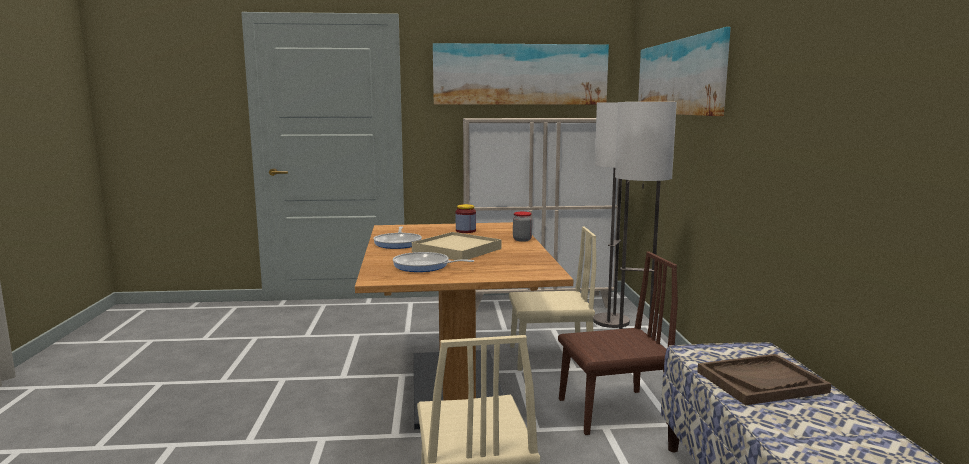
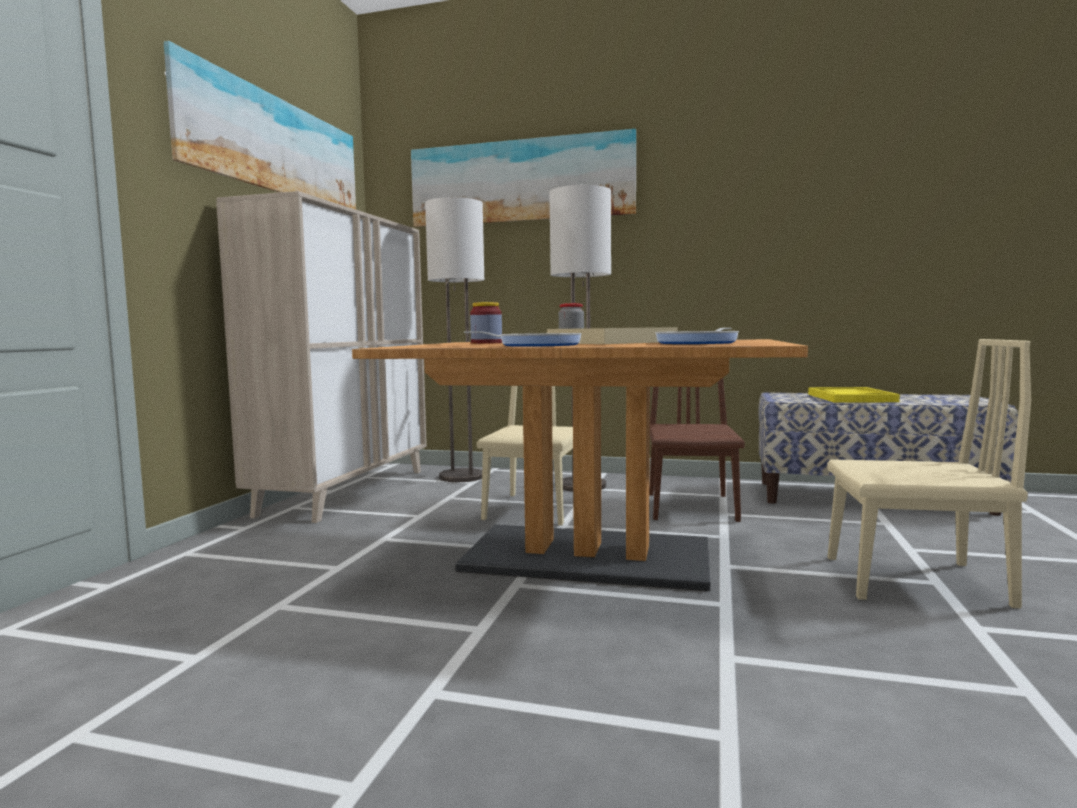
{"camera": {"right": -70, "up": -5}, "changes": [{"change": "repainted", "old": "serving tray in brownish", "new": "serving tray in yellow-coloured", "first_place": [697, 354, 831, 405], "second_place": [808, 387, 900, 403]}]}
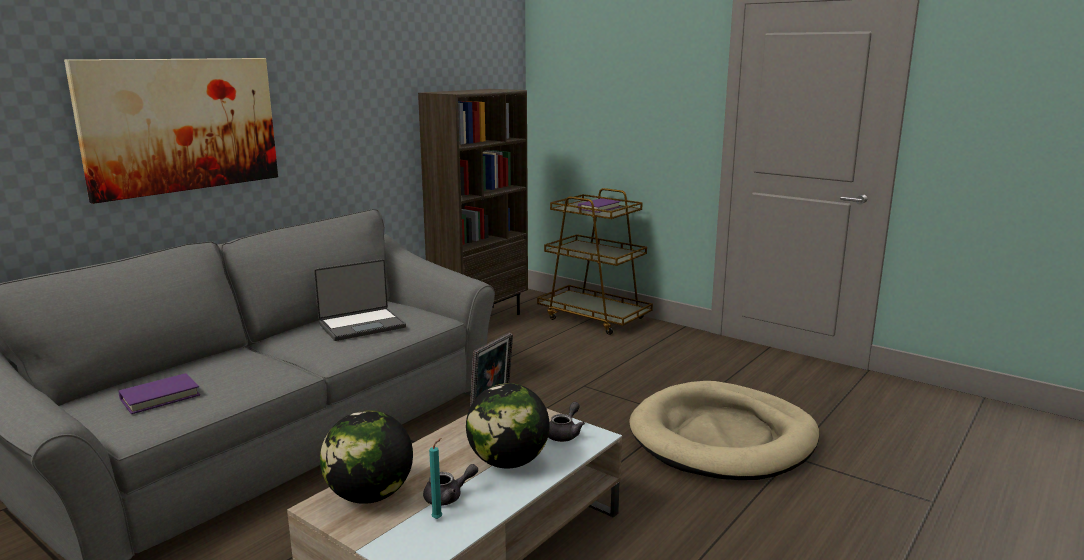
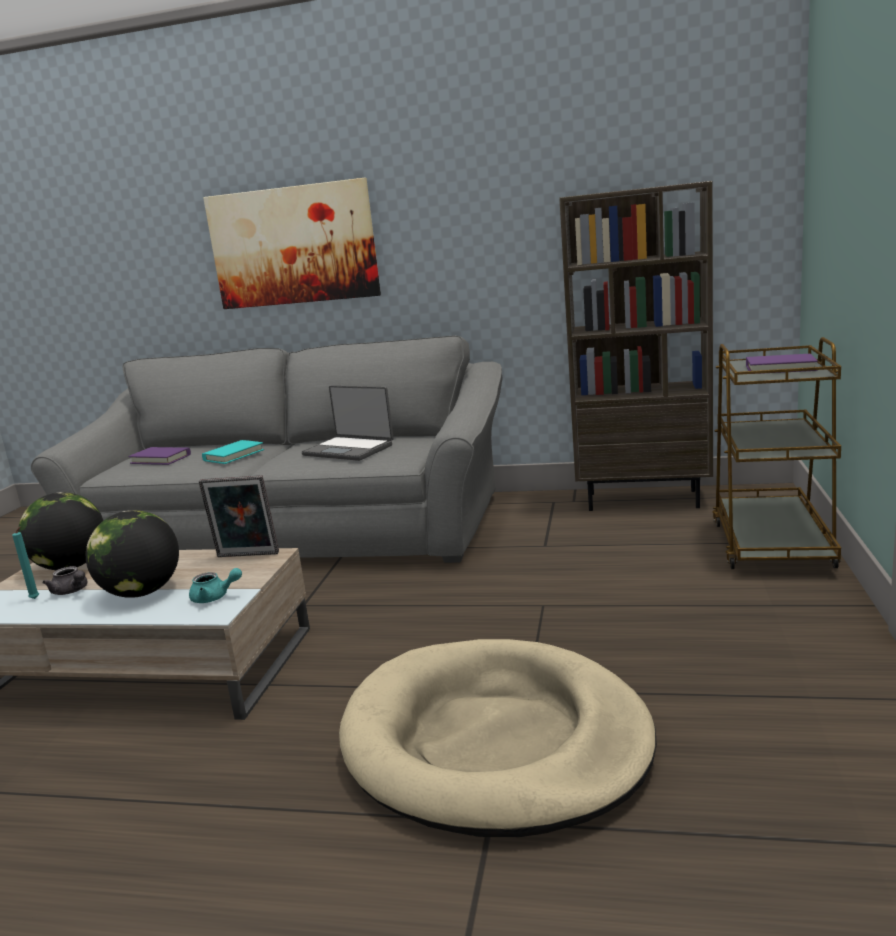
{"camera": {"right": 65, "up": 0}, "changes": [{"change": "repainted", "old": "pot for tea in gray", "new": "pot for tea in blue-green", "first_place": [548, 402, 585, 442], "second_place": [189, 568, 242, 603]}, {"change": "new", "new": "bound book in blue-green", "second_place": [202, 440, 264, 464]}]}
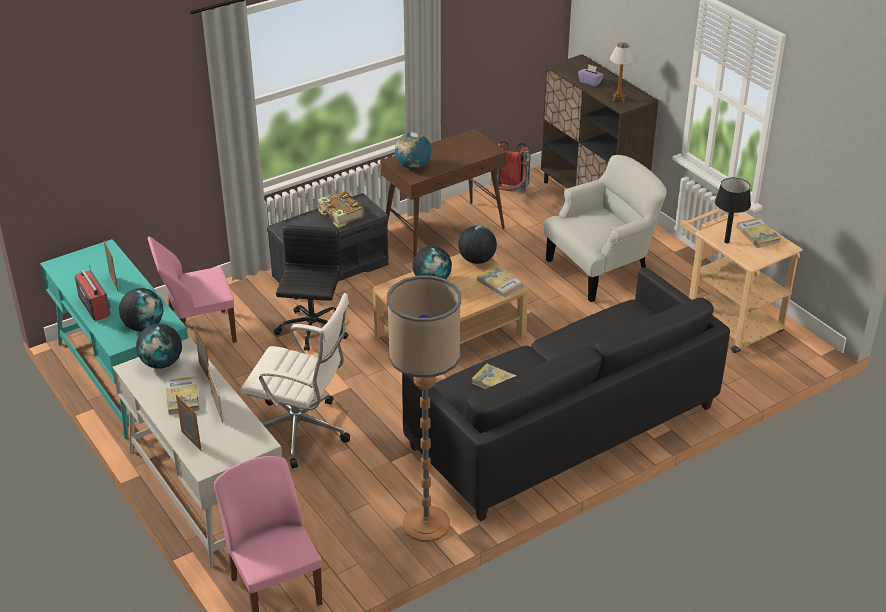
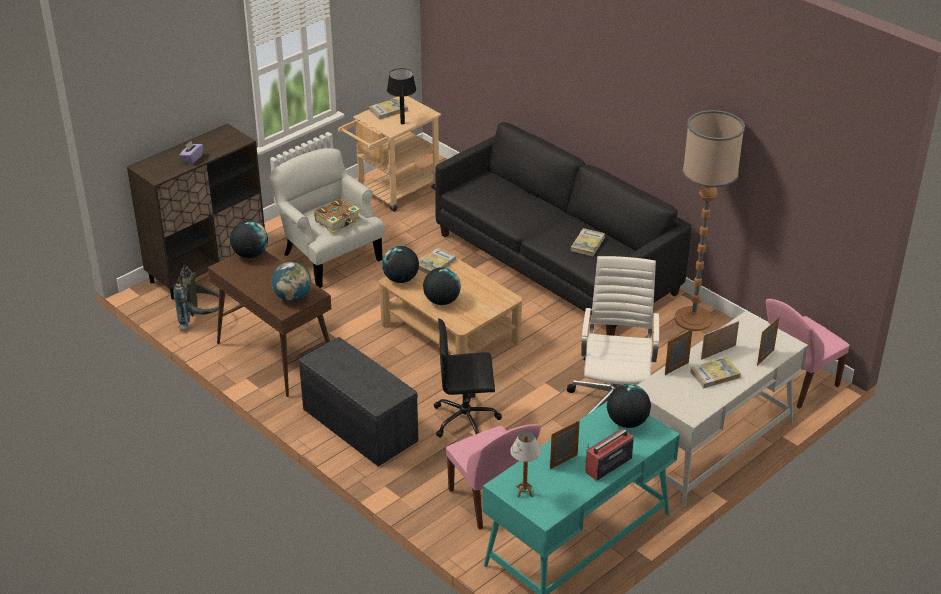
{"camera": {"right": -100, "up": 0}, "changes": [{"change": "shifted", "old": "world globe", "first_place": [136, 324, 182, 369], "second_place": [230, 220, 268, 258]}, {"change": "shifted", "old": "bound book", "first_place": [318, 191, 364, 228], "second_place": [314, 199, 361, 234]}, {"change": "repainted", "old": "knapsack in red", "new": "knapsack in gray", "first_place": [491, 140, 531, 192], "second_place": [173, 265, 219, 329]}, {"change": "shifted", "old": "tabletop lamp", "first_place": [610, 42, 634, 102], "second_place": [510, 431, 542, 497]}]}
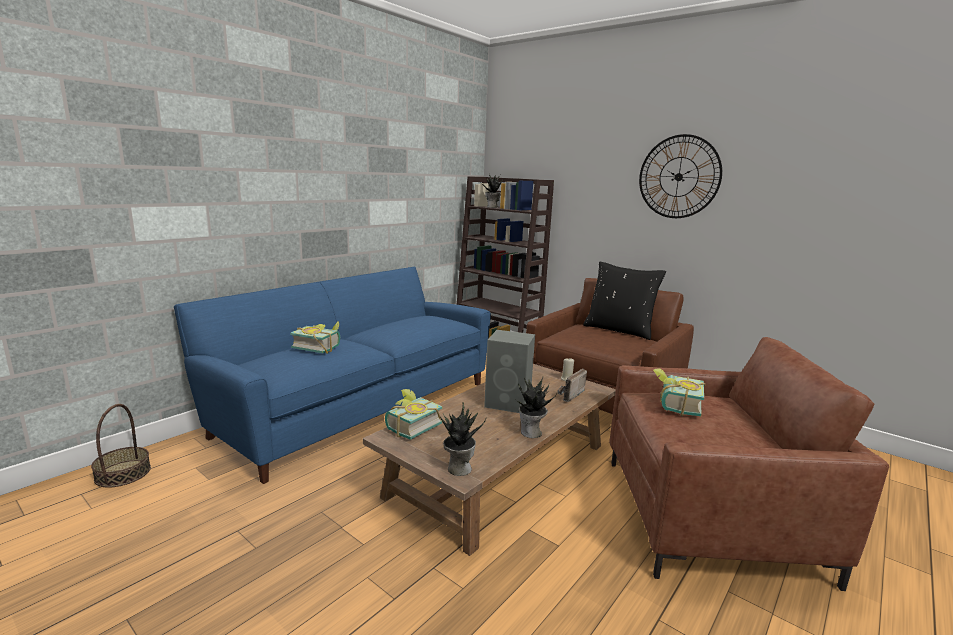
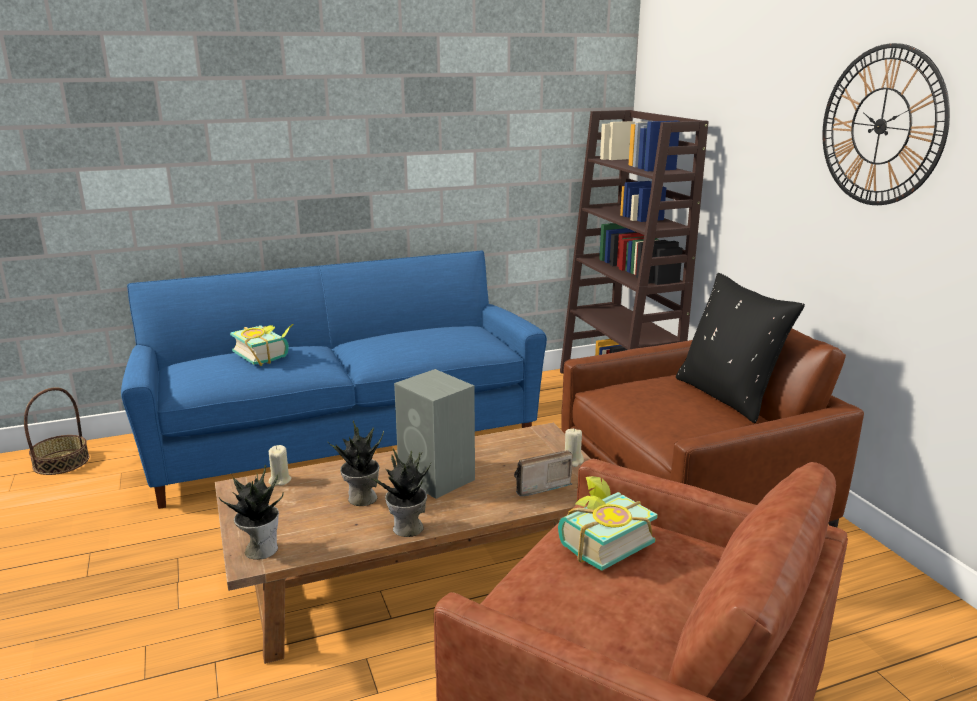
{"camera": {"right": 30, "up": 5}, "changes": [{"change": "swapped", "old": "bound book", "new": "wax candle in beige-coloured", "first_place": [385, 389, 442, 440], "second_place": [269, 445, 292, 486]}, {"change": "shifted", "old": "houseplant", "first_place": [481, 174, 504, 208], "second_place": [327, 421, 384, 506]}]}
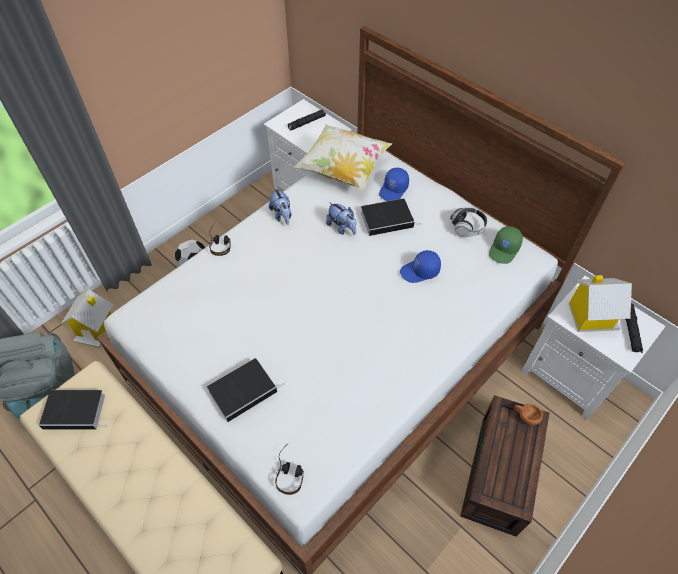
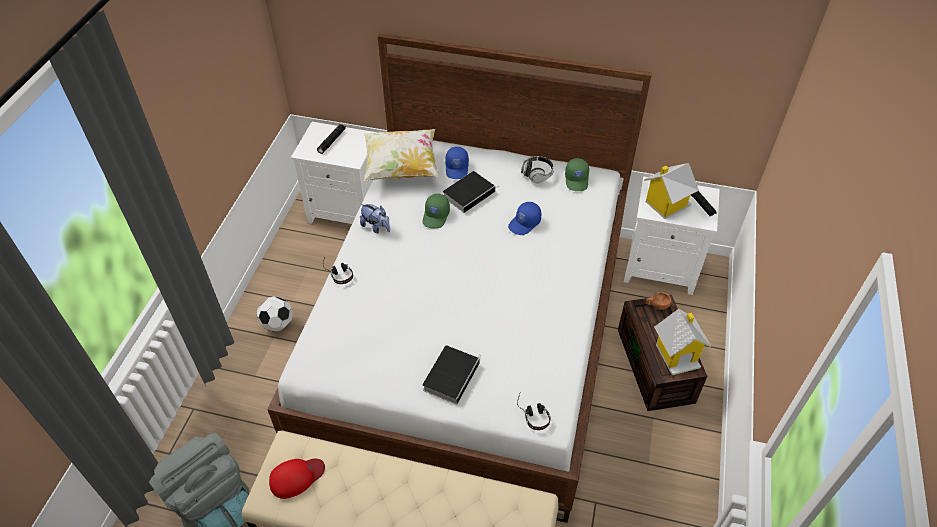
{"camera": {"right": -30, "up": -5}, "changes": [{"change": "swapped", "old": "bound book", "new": "baseball cap in red", "first_place": [39, 390, 108, 430], "second_place": [269, 459, 325, 499]}, {"change": "shifted", "old": "toy house", "first_place": [61, 289, 113, 348], "second_place": [654, 309, 711, 375]}, {"change": "swapped", "old": "plush toy", "new": "baseball cap in green-coloured", "first_place": [326, 202, 356, 235], "second_place": [423, 194, 450, 229]}]}
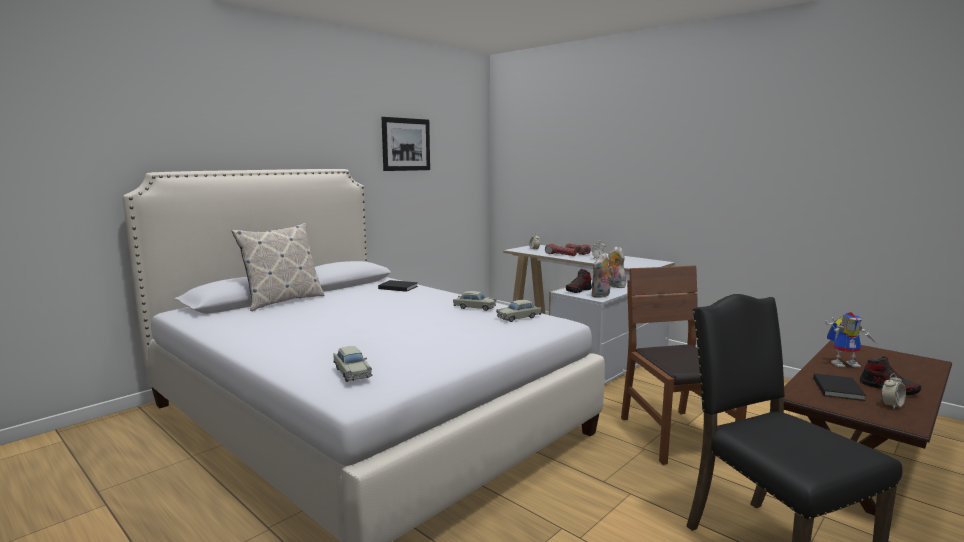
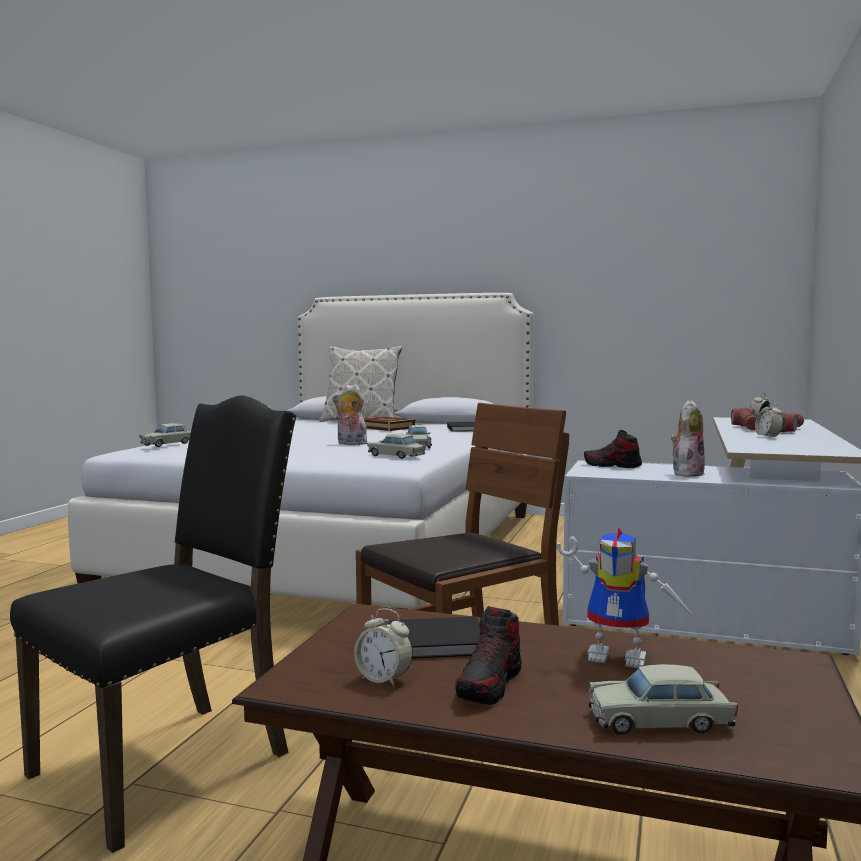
{"camera": {"right": 65, "up": -5}, "changes": [{"change": "gone", "old": "wall picture", "first_place": [382, 117, 430, 171]}, {"change": "shifted", "old": "plush toy", "first_place": [591, 253, 612, 298], "second_place": [333, 384, 368, 445]}, {"change": "rotated", "old": "toy robot", "first_place": [825, 312, 877, 367], "second_place": [556, 528, 694, 668], "degrees": -45}, {"change": "new", "new": "bound book", "second_place": [364, 416, 416, 431]}, {"change": "new", "new": "miniature car in beige-coloured", "second_place": [589, 664, 738, 735]}]}
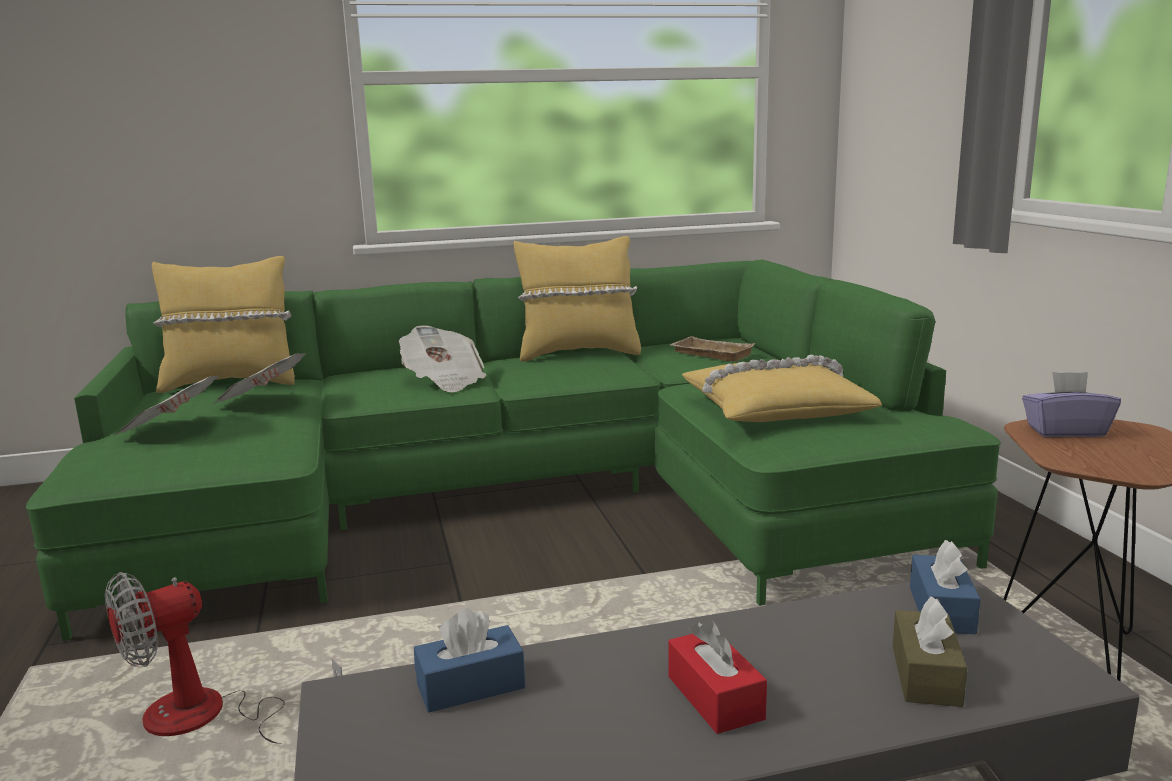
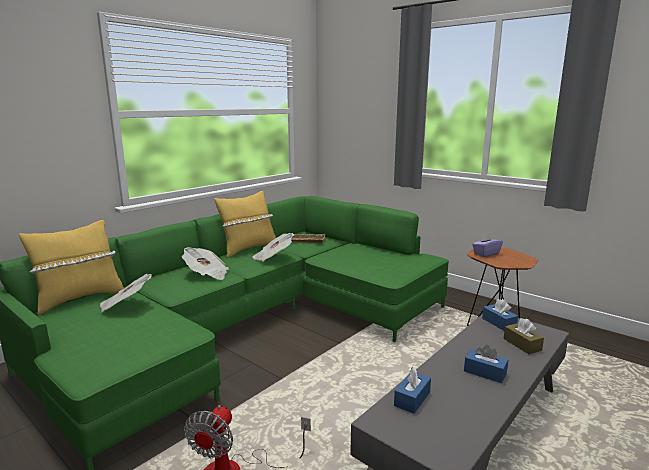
{"camera": {"right": -35, "up": 0}, "changes": [{"change": "shifted", "old": "newspaper", "first_place": [115, 375, 219, 435], "second_place": [252, 233, 294, 261]}, {"change": "repainted", "old": "box of tissues in red", "new": "box of tissues in blue-coloured", "first_place": [669, 620, 767, 734], "second_place": [464, 345, 508, 383]}, {"change": "gone", "old": "pillow in yellow-coloured", "first_place": [682, 355, 882, 422]}]}
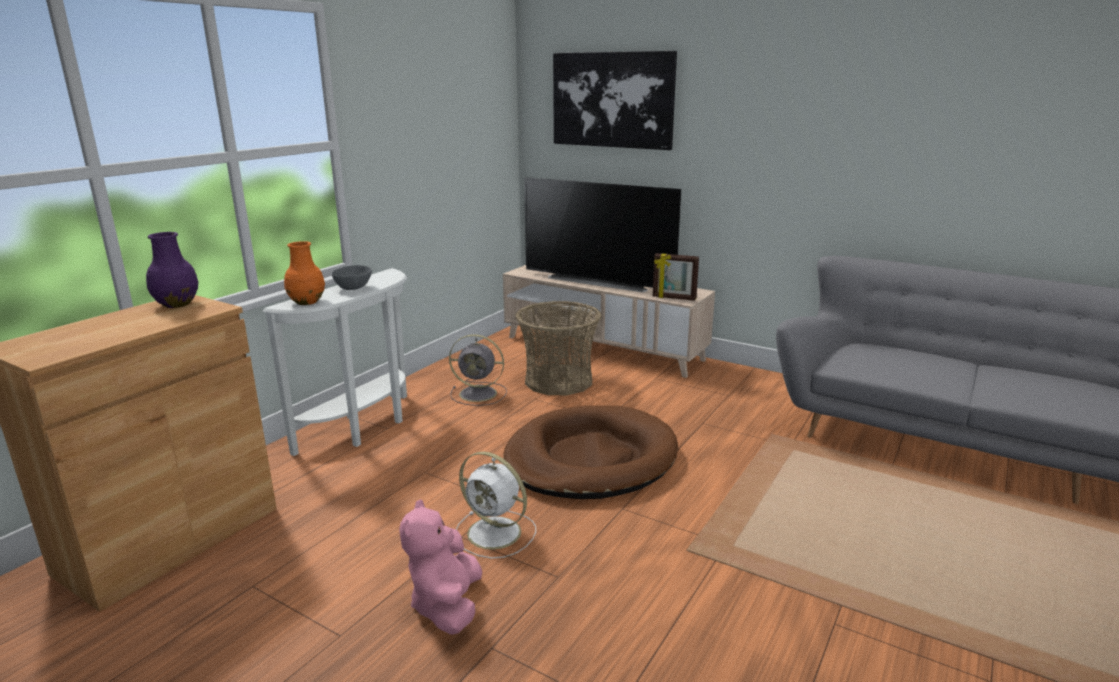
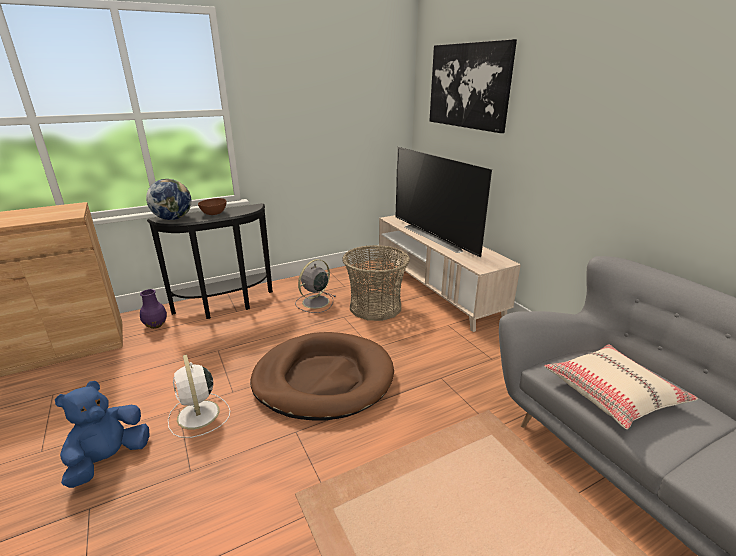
{"camera": {"right": 30, "up": 5}, "changes": [{"change": "shifted", "old": "decorative vase in purplish", "first_place": [146, 232, 198, 308], "second_place": [140, 289, 167, 329]}, {"change": "repainted", "old": "console table in white-coloured", "new": "console table in black", "first_place": [263, 268, 407, 456], "second_place": [147, 203, 273, 319]}, {"change": "swapped", "old": "decorative vase in orangey", "new": "world globe", "first_place": [284, 241, 325, 305], "second_place": [146, 179, 192, 220]}, {"change": "repainted", "old": "deep dish in gray", "new": "deep dish in brownish", "first_place": [331, 265, 372, 290], "second_place": [198, 198, 227, 215]}, {"change": "repainted", "old": "plush toy in pink-coloured", "new": "plush toy in blue-coloured", "first_place": [399, 499, 482, 635], "second_place": [55, 381, 150, 488]}, {"change": "rotated", "old": "cooling fan in gray", "first_place": [449, 334, 507, 406], "second_place": [295, 259, 336, 313], "degrees": 90}, {"change": "gone", "old": "standing frame", "first_place": [653, 253, 699, 301]}, {"change": "new", "new": "pillow in beige-coloured", "second_place": [544, 344, 698, 429]}]}
